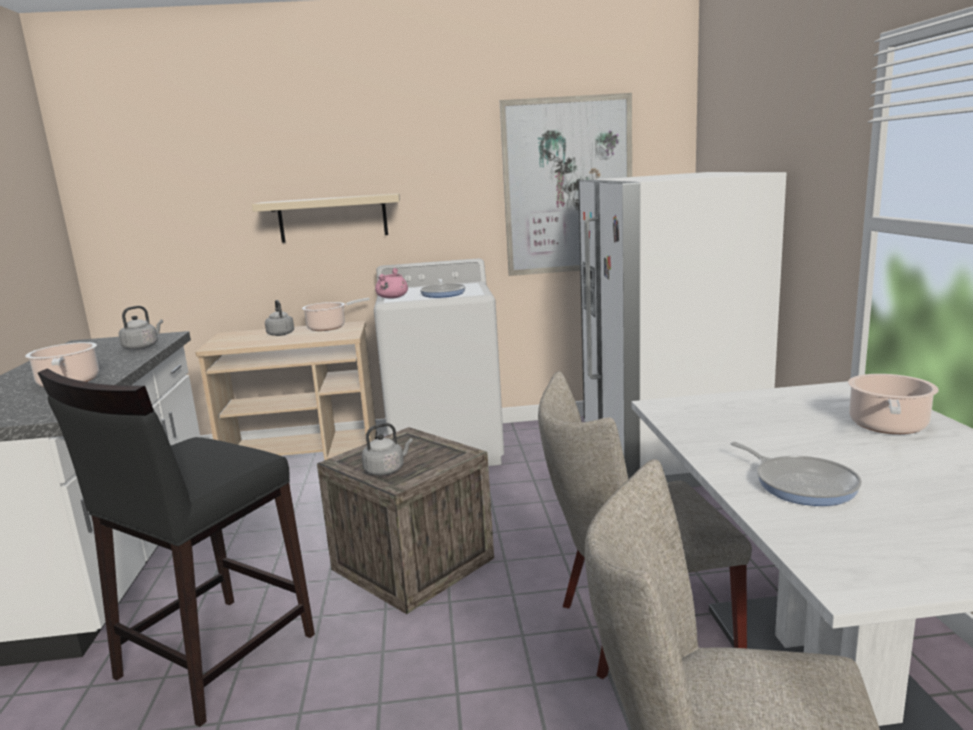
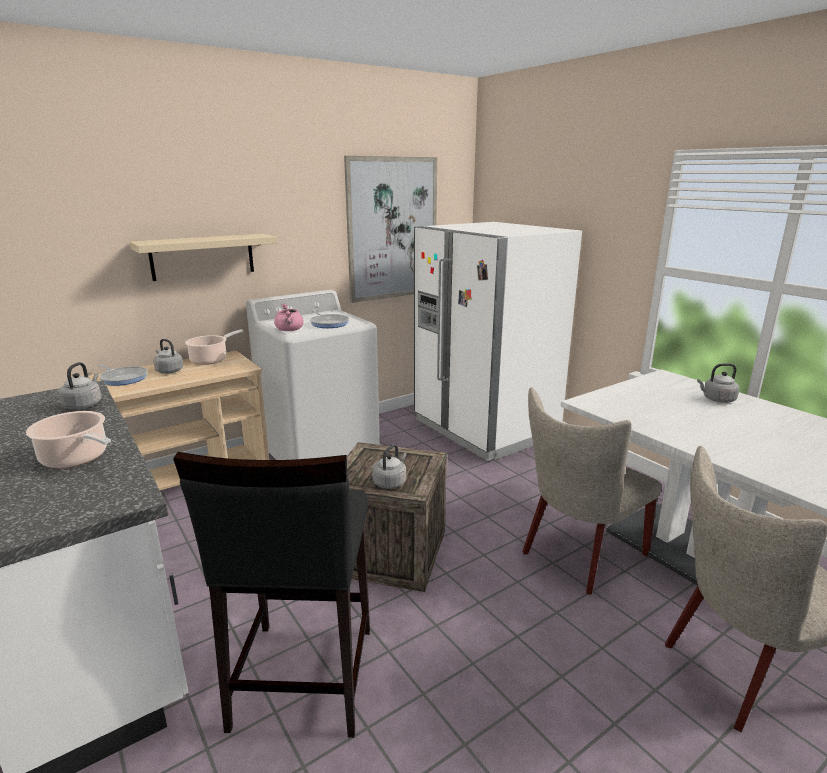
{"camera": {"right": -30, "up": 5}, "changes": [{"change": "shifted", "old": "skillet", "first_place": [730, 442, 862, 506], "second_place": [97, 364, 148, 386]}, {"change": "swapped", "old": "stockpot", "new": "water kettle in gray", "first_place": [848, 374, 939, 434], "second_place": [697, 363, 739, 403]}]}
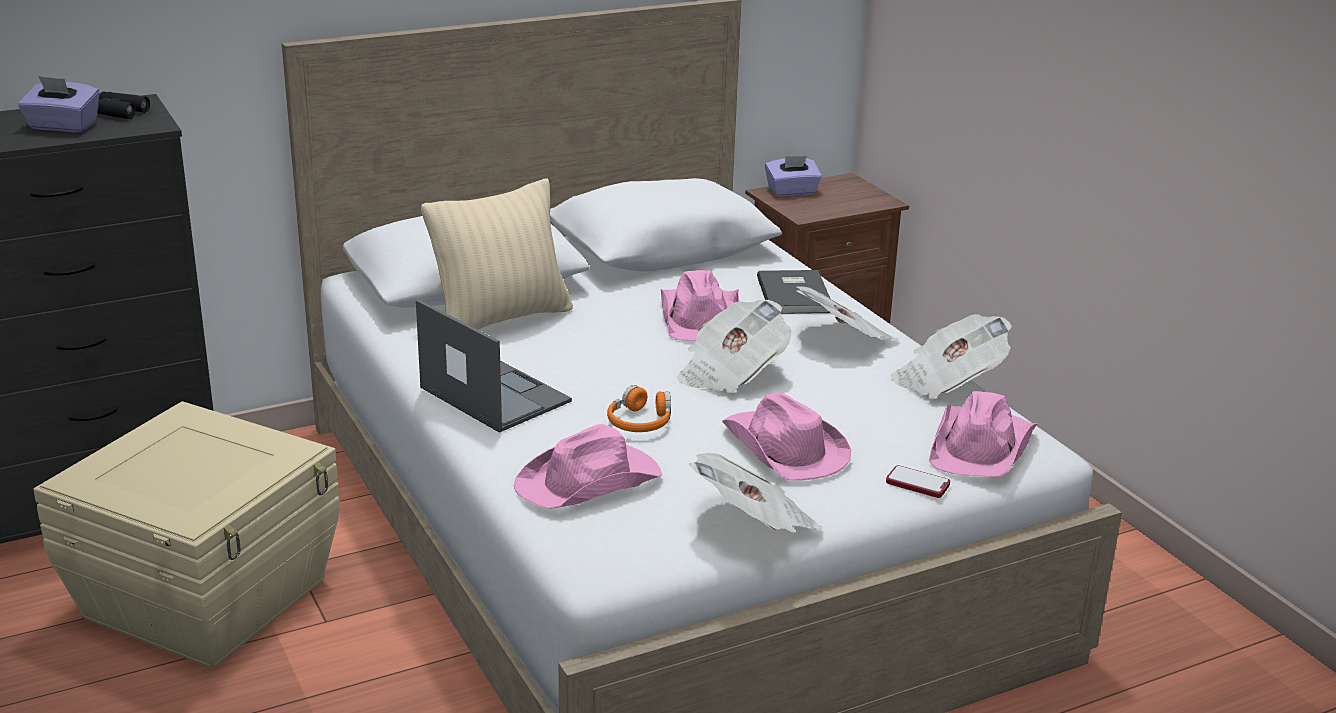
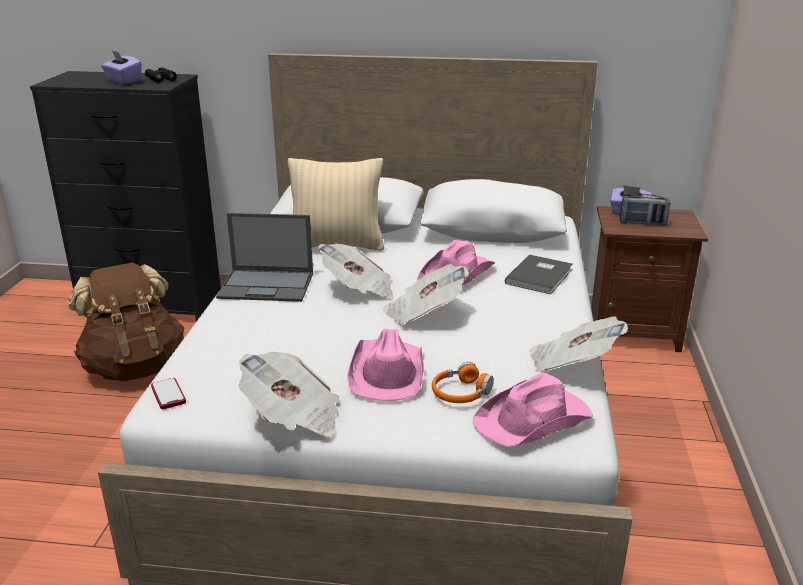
{"camera": {"right": 35, "up": 0}, "changes": [{"change": "swapped", "old": "storage container in beige-coloured", "new": "knapsack in brownish", "first_place": [33, 401, 340, 669], "second_place": [68, 262, 184, 381]}, {"change": "rotated", "old": "portable computer", "first_place": [416, 299, 572, 433], "second_place": [216, 213, 313, 302], "degrees": 105}, {"change": "gone", "old": "hat in pink-coloured", "first_place": [514, 424, 662, 509]}, {"change": "shifted", "old": "pair of headphones in orangey", "first_place": [607, 385, 671, 432], "second_place": [432, 362, 494, 403]}, {"change": "shifted", "old": "newspaper", "first_place": [796, 286, 899, 340], "second_place": [318, 244, 394, 299]}, {"change": "shifted", "old": "telephone", "first_place": [886, 465, 950, 498], "second_place": [151, 378, 186, 409]}, {"change": "new", "new": "radio receiver", "second_place": [620, 194, 670, 225]}]}
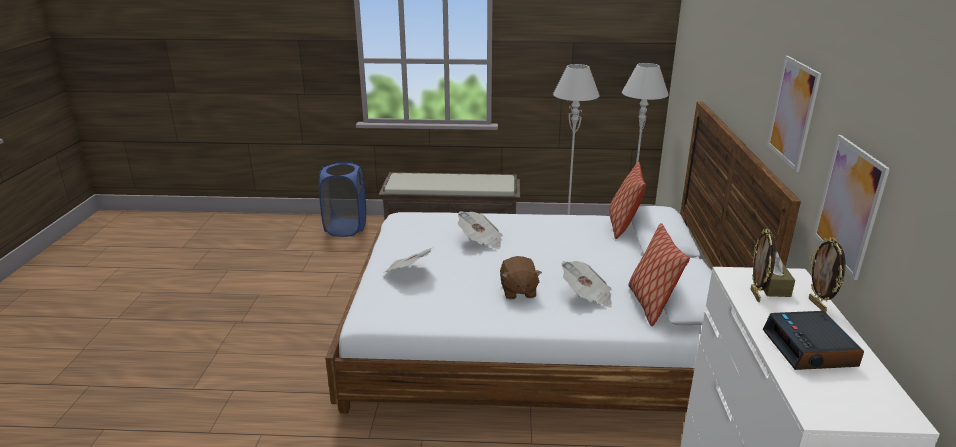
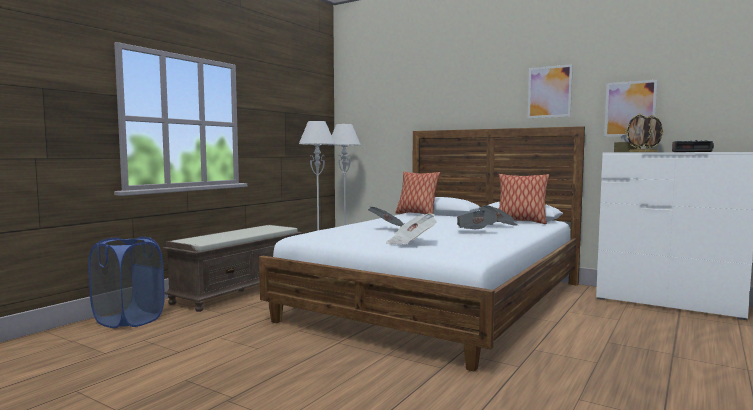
{"camera": {"right": -60, "up": -20}, "changes": [{"change": "swapped", "old": "plush toy in brownish", "new": "newspaper", "first_place": [500, 256, 542, 299], "second_place": [457, 210, 498, 229]}]}
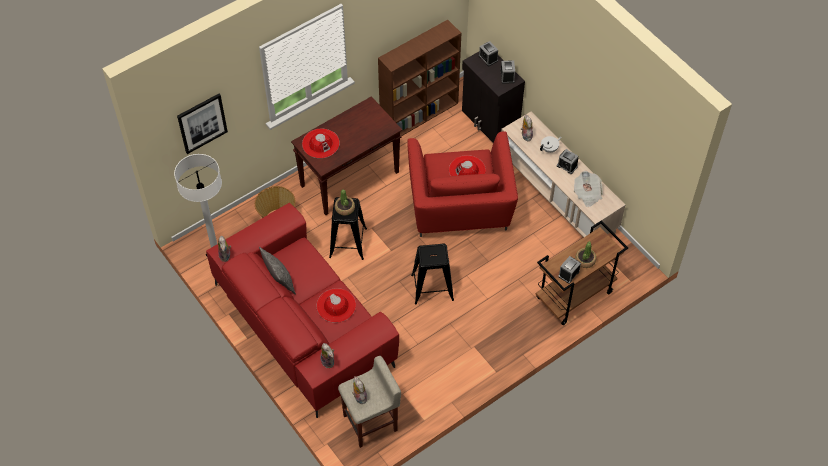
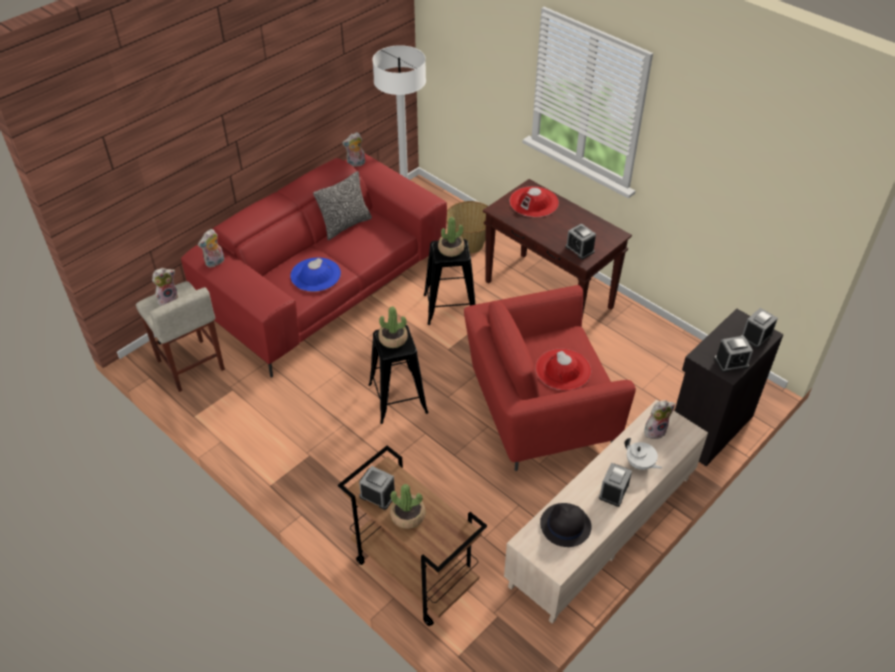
{"camera": {"right": 80, "up": -10}, "changes": [{"change": "gone", "old": "wall picture", "first_place": [177, 94, 228, 154]}, {"change": "repainted", "old": "hat in red", "new": "hat in blue-coloured", "first_place": [316, 288, 356, 323], "second_place": [290, 258, 341, 292]}, {"change": "gone", "old": "bookshelf in brownish", "first_place": [378, 20, 461, 136]}, {"change": "swapped", "old": "newspaper", "new": "hat in black", "first_place": [574, 171, 603, 207], "second_place": [540, 503, 592, 547]}, {"change": "new", "new": "houseplant", "second_place": [378, 306, 408, 348]}, {"change": "new", "new": "table clock", "second_place": [565, 223, 596, 259]}]}
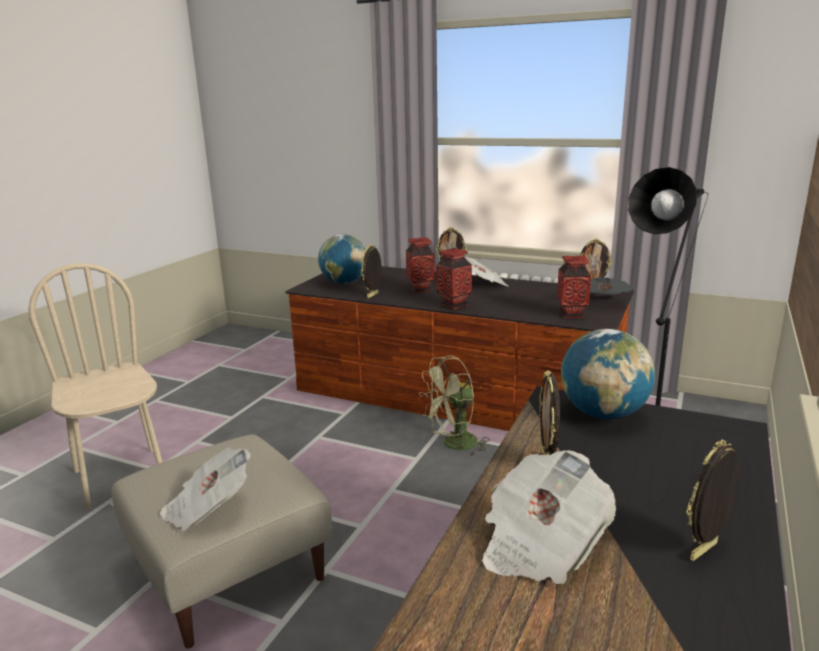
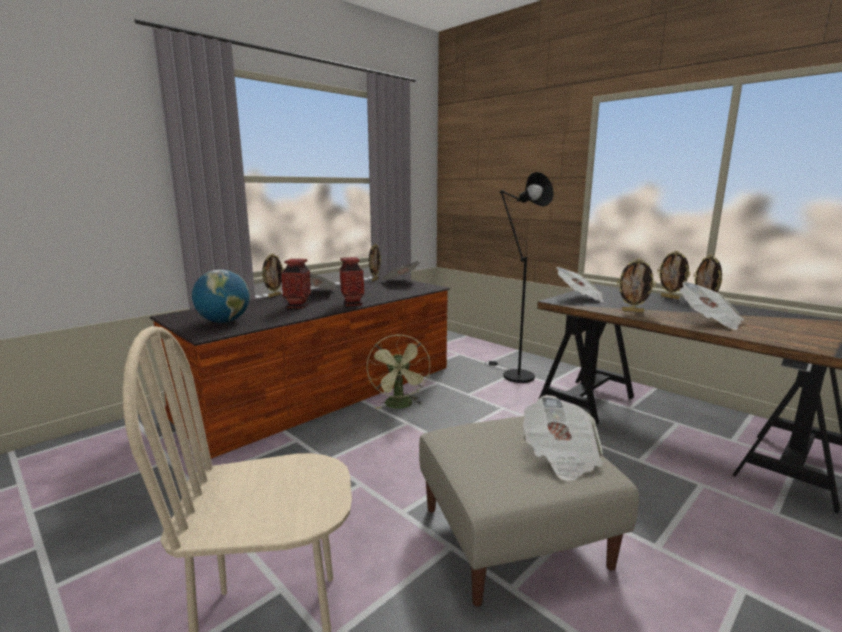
{"camera": {"right": -70, "up": -5}, "changes": [{"change": "shifted", "old": "standing frame", "first_place": [361, 244, 381, 298], "second_place": [657, 250, 690, 299]}, {"change": "gone", "old": "decorative vase", "first_place": [557, 256, 591, 318]}, {"change": "swapped", "old": "world globe", "new": "newspaper", "first_place": [561, 329, 655, 419], "second_place": [556, 267, 604, 302]}]}
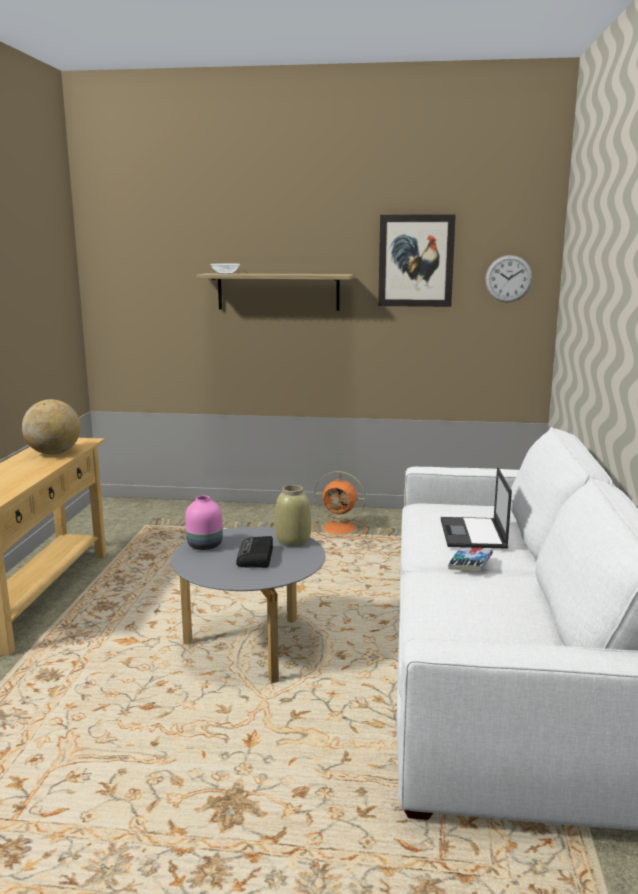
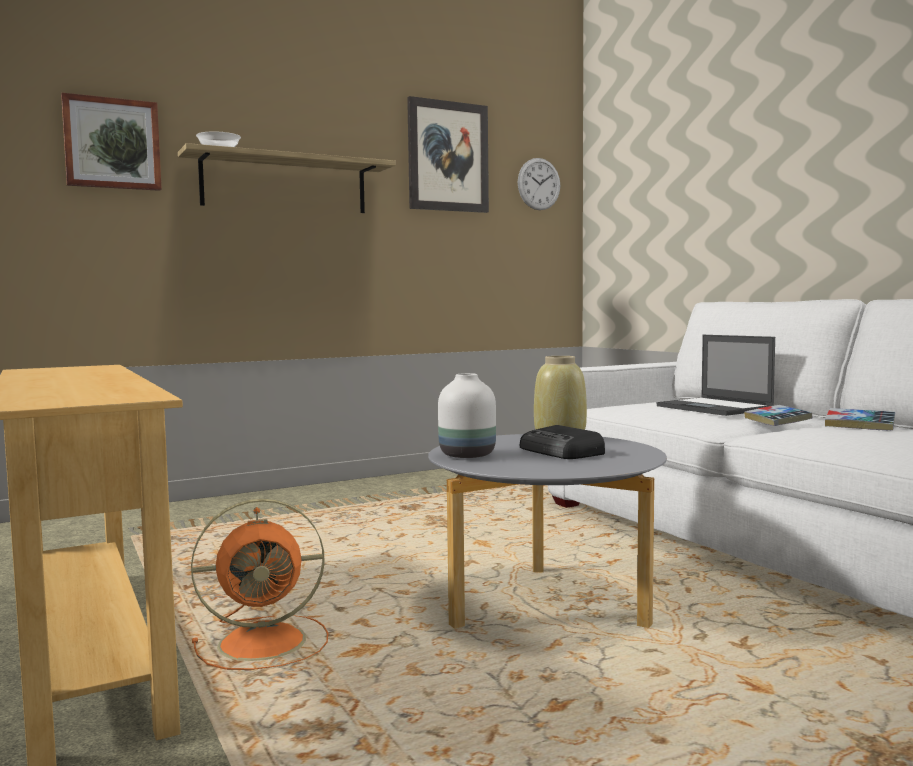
{"camera": {"right": -35, "up": -10}, "changes": [{"change": "gone", "old": "world globe", "first_place": [22, 399, 81, 455]}, {"change": "repainted", "old": "decorative vase in pink-coloured", "new": "decorative vase in white-coloured", "first_place": [185, 495, 223, 550], "second_place": [438, 373, 496, 458]}, {"change": "shifted", "old": "cooling fan in orangey", "first_place": [313, 471, 367, 538], "second_place": [191, 499, 328, 670]}, {"change": "new", "new": "wall picture", "second_place": [61, 93, 162, 191]}, {"change": "new", "new": "bound book", "second_place": [825, 408, 895, 430]}]}
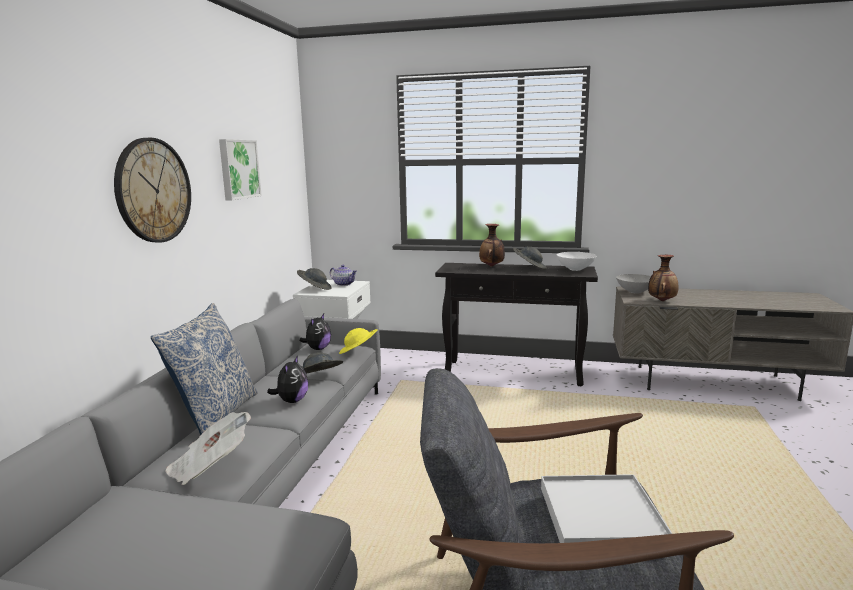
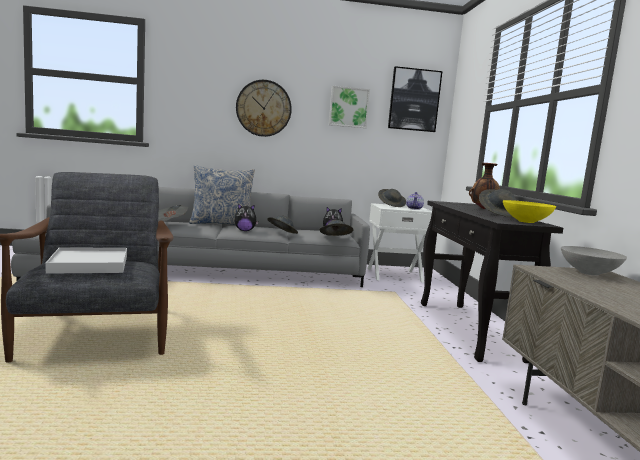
{"camera": {"right": 70, "up": -5}, "changes": [{"change": "repainted", "old": "hat in yellow-coloured", "new": "hat in gray", "first_place": [339, 328, 378, 354], "second_place": [319, 220, 353, 236]}, {"change": "repainted", "old": "deep dish in white-coloured", "new": "deep dish in yellow-coloured", "first_place": [557, 252, 597, 271], "second_place": [503, 200, 556, 223]}, {"change": "gone", "old": "decorative vase", "first_place": [648, 255, 679, 301]}, {"change": "new", "new": "wall picture", "second_place": [388, 66, 442, 132]}]}
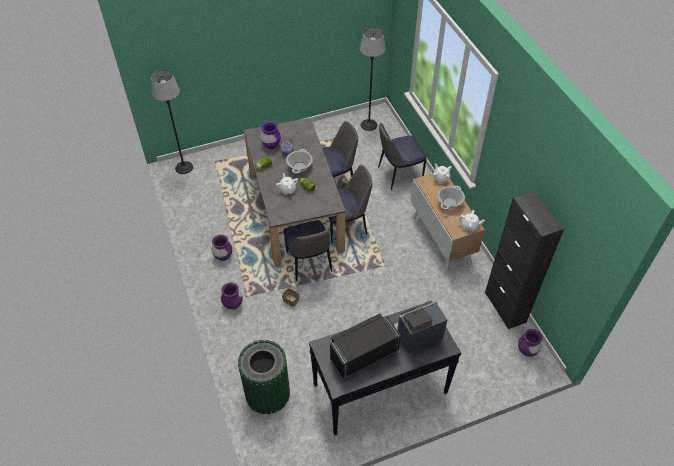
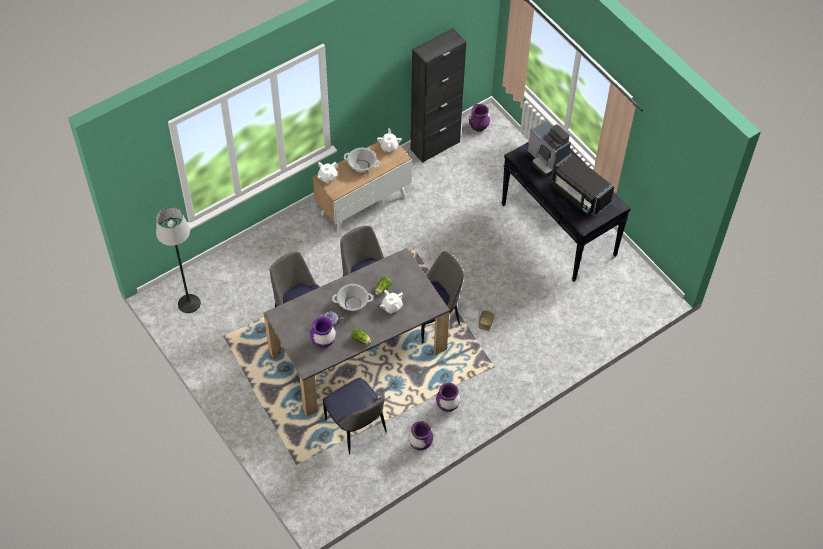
{"camera": {"right": -105, "up": 5}, "changes": [{"change": "gone", "old": "standard lamp", "first_place": [151, 69, 193, 174]}, {"change": "shifted", "old": "decorative vase in purplish", "first_place": [221, 283, 243, 309], "second_place": [408, 421, 433, 450]}, {"change": "gone", "old": "rubbish bin in green-coloured", "first_place": [238, 340, 290, 414]}, {"change": "shifted", "old": "plain chair", "first_place": [378, 123, 427, 190], "second_place": [323, 378, 387, 455]}]}
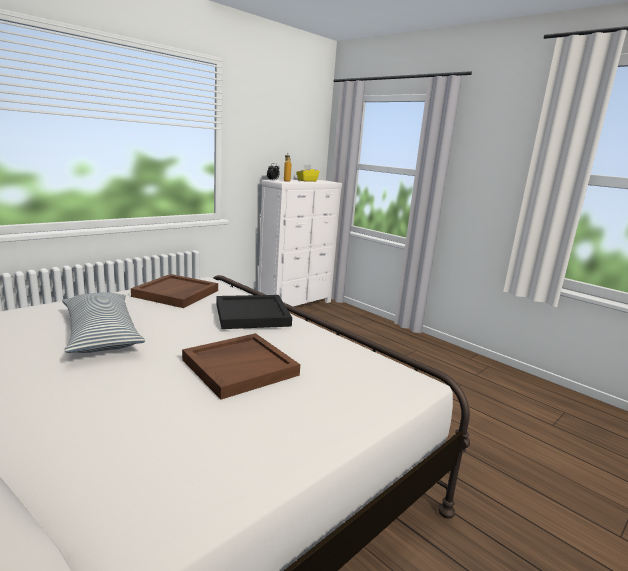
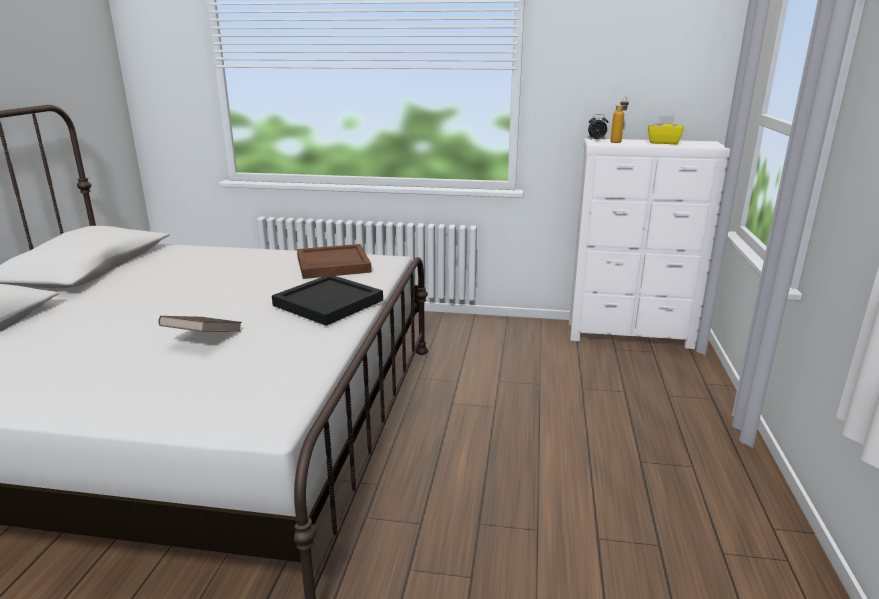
{"camera": {"right": 55, "up": 5}, "changes": [{"change": "gone", "old": "pillow", "first_place": [62, 292, 145, 353]}, {"change": "swapped", "old": "serving tray in brownish", "new": "bound book in brownish", "first_place": [182, 333, 300, 400], "second_place": [158, 316, 242, 332]}]}
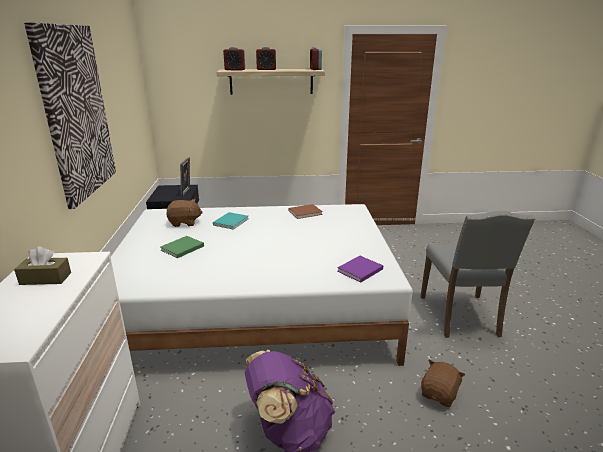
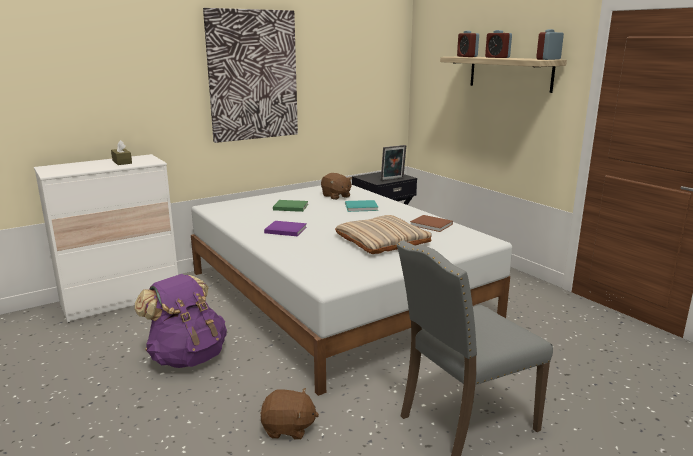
{"camera": {"right": 60, "up": -5}, "changes": [{"change": "shifted", "old": "bound book in purplish", "first_place": [337, 256, 384, 282], "second_place": [264, 221, 307, 236]}, {"change": "new", "new": "pillow in beige-coloured", "second_place": [335, 215, 432, 254]}]}
